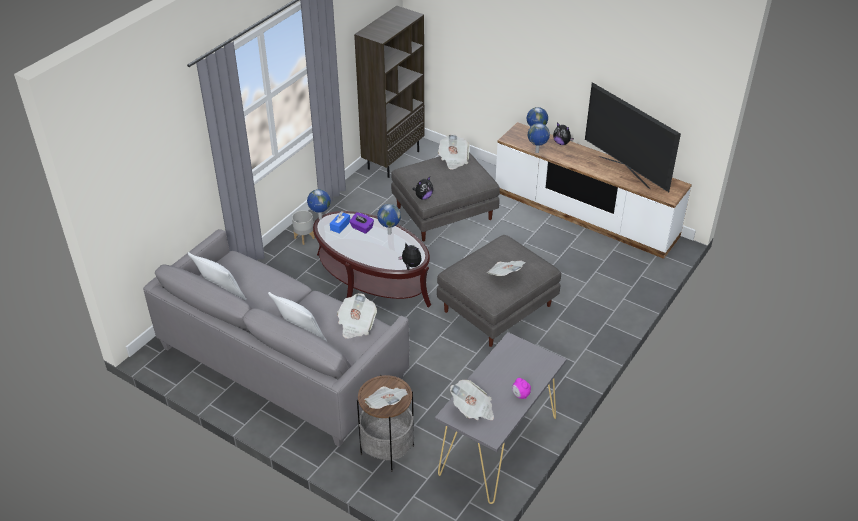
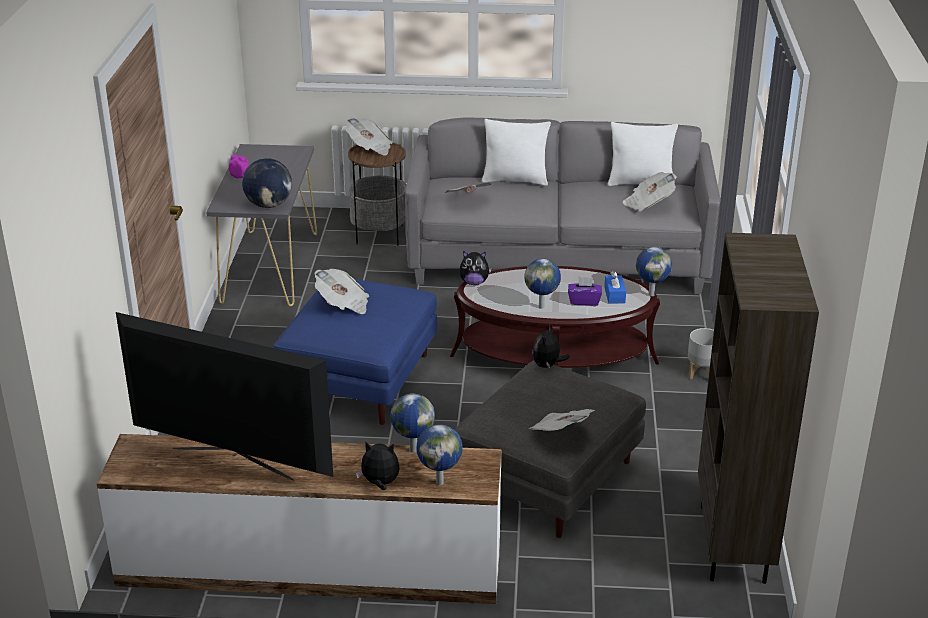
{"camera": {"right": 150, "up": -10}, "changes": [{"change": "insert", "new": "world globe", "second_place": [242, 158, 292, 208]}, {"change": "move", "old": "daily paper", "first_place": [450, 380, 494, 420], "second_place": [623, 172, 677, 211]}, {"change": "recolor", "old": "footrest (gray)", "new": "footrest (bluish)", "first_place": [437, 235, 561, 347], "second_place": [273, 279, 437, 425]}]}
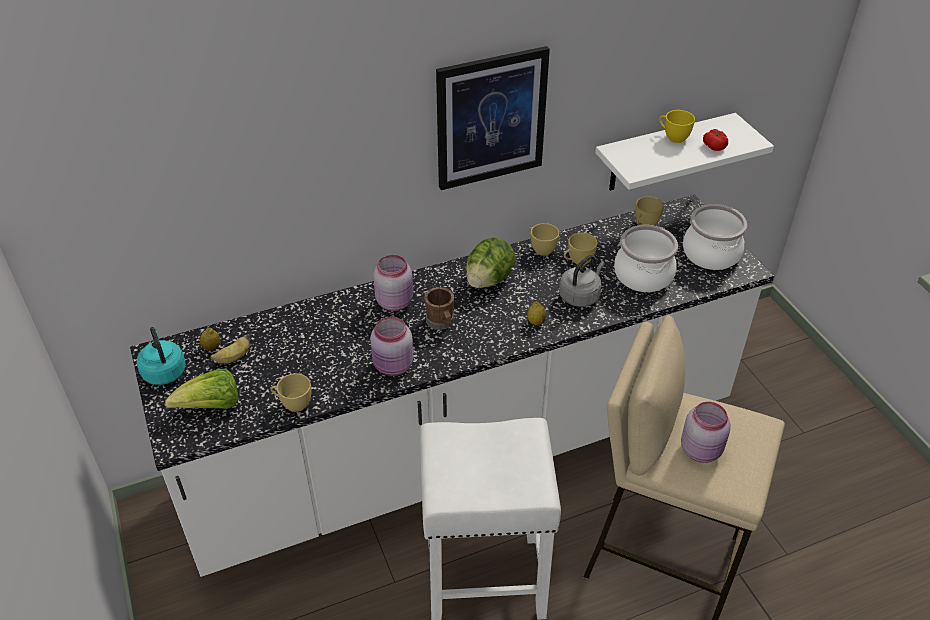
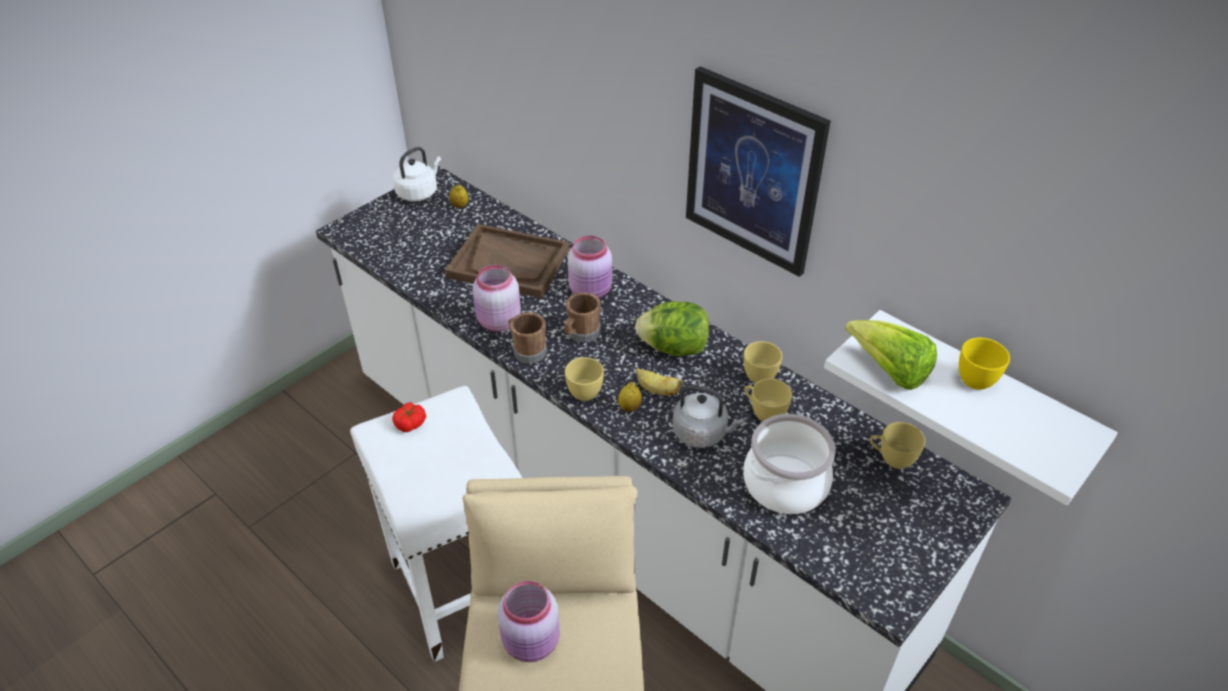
{"camera": {"right": 65, "up": 0}, "changes": [{"change": "delete", "old": "saucepot", "first_place": [683, 204, 747, 270]}, {"change": "insert", "new": "tray (brown)", "second_place": [445, 224, 569, 299]}, {"change": "insert", "new": "tea mug (brown)", "second_place": [508, 312, 547, 363]}, {"change": "move", "old": "lettuce head", "first_place": [165, 369, 238, 409], "second_place": [845, 320, 937, 390]}, {"change": "move", "old": "banana", "first_place": [210, 334, 250, 364], "second_place": [636, 368, 684, 396]}, {"change": "move", "old": "drinking cup (yellow-coloured)", "first_place": [270, 373, 311, 412], "second_place": [565, 357, 604, 401]}, {"change": "move", "old": "tomato", "first_place": [703, 129, 728, 151], "second_place": [392, 402, 426, 432]}, {"change": "recolor", "old": "kettle (turquoise)", "new": "kettle (whitish)", "first_place": [137, 327, 186, 385], "second_place": [393, 147, 441, 202]}]}
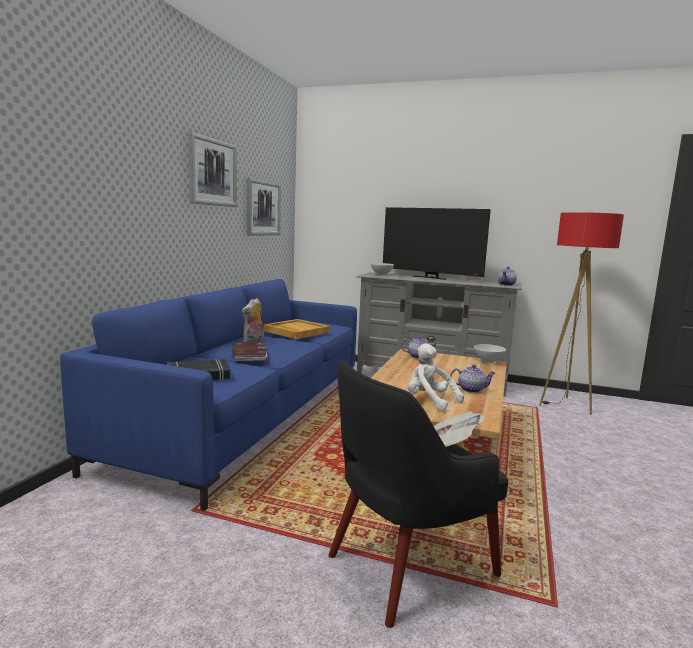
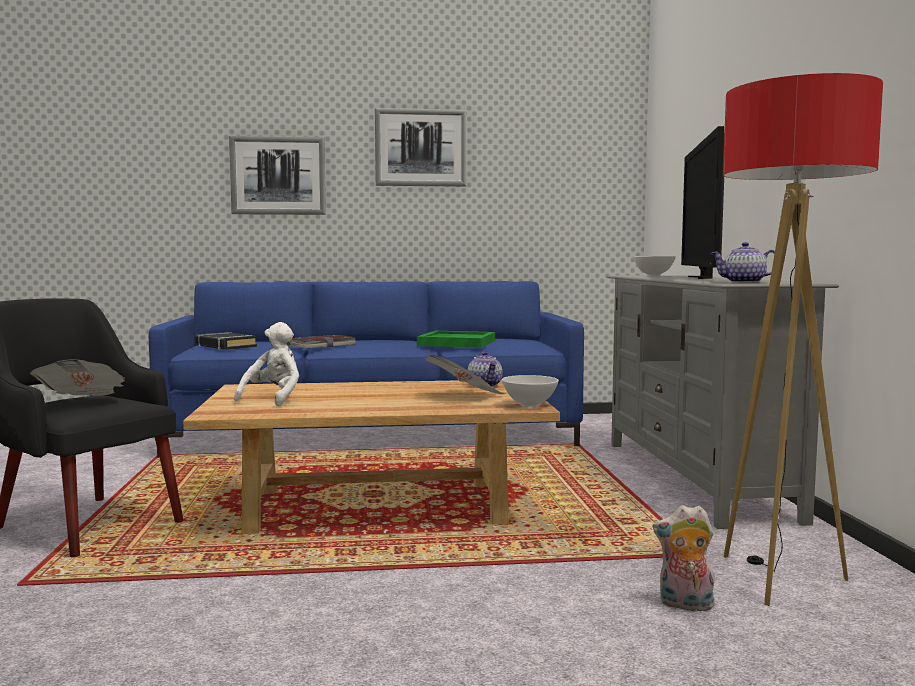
{"camera": {"right": 65, "up": -5}, "changes": [{"change": "delete", "old": "pot for tea", "first_place": [450, 364, 496, 393]}, {"change": "insert", "new": "daily paper", "second_place": [425, 354, 505, 394]}, {"change": "move", "old": "soft toy", "first_place": [242, 298, 264, 342], "second_place": [653, 505, 715, 611]}, {"change": "move", "old": "wall picture", "first_place": [247, 178, 281, 236], "second_place": [229, 136, 326, 215]}, {"change": "recolor", "old": "tray (beige-coloured)", "new": "tray (greenish)", "first_place": [264, 319, 330, 339], "second_place": [417, 331, 495, 348]}]}
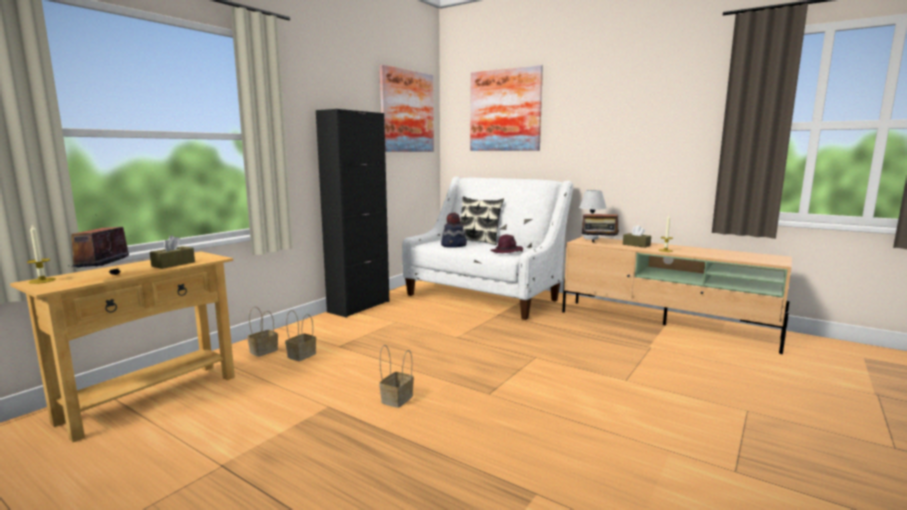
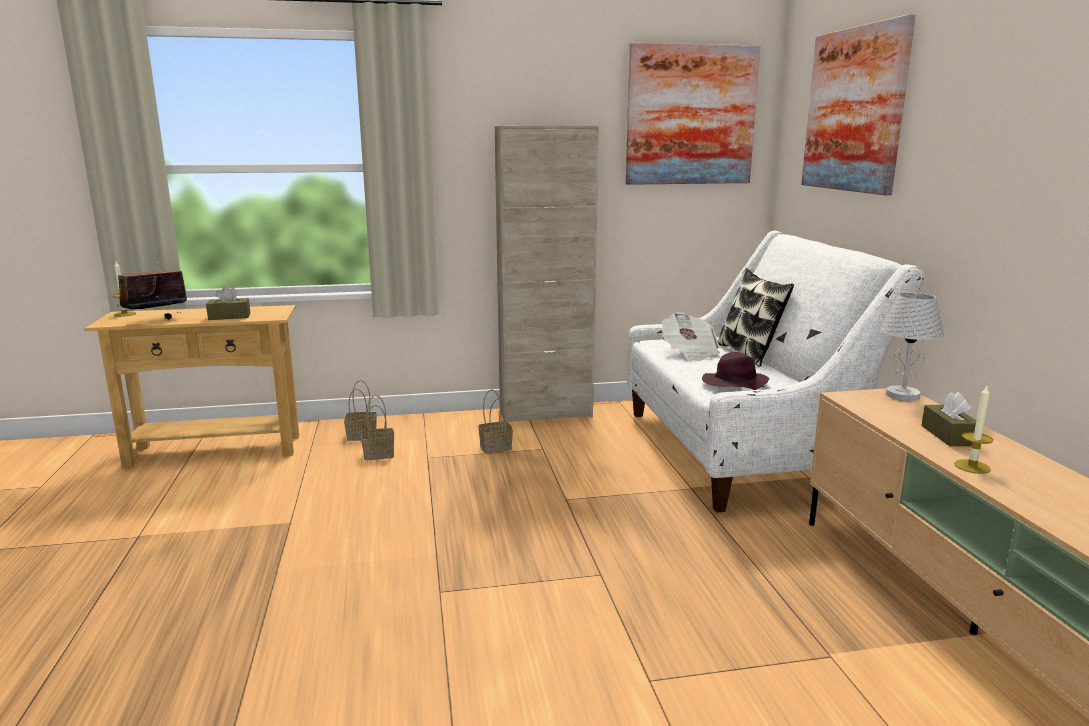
{"camera": {"right": 45, "up": 5}, "changes": [{"change": "delete", "old": "radio receiver", "first_place": [582, 206, 620, 243]}, {"change": "move", "old": "basket", "first_place": [379, 345, 414, 408], "second_place": [478, 389, 513, 453]}, {"change": "replace", "old": "wearable hat", "new": "daily paper", "first_place": [441, 213, 467, 248], "second_place": [662, 312, 720, 362]}, {"change": "recolor", "old": "storage cabinet (black-coloured)", "new": "storage cabinet (beige-coloured)", "first_place": [316, 109, 389, 318], "second_place": [495, 126, 599, 422]}]}
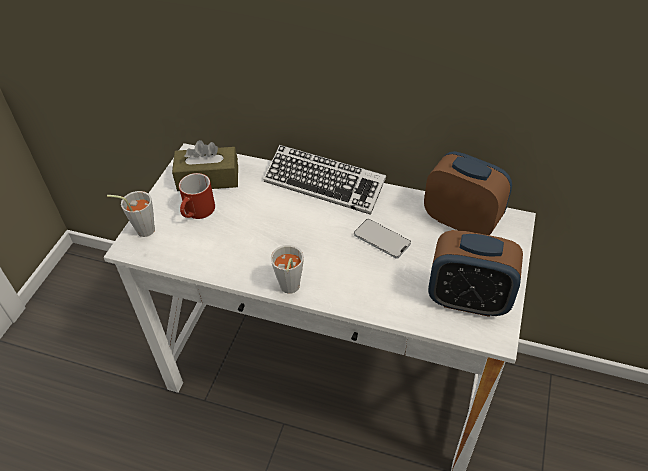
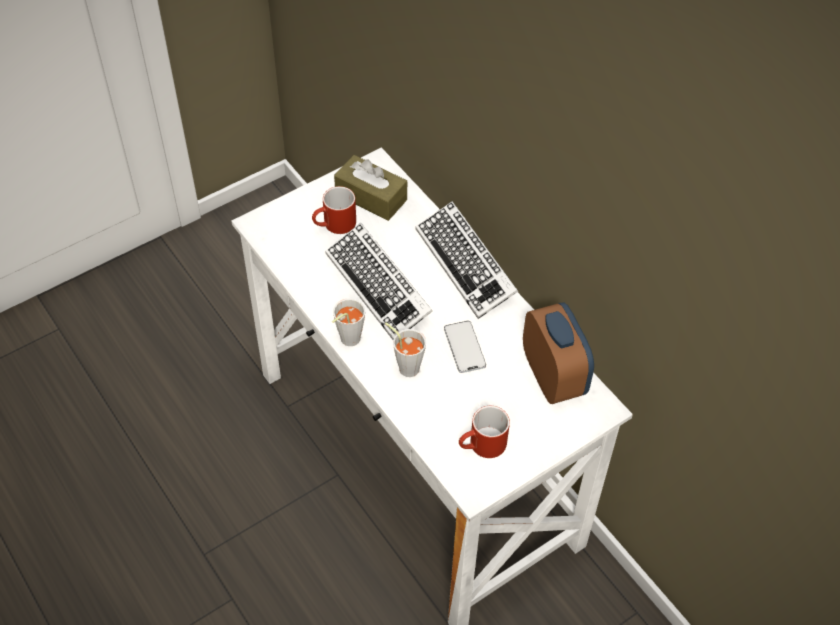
{"camera": {"right": 35, "up": 5}, "changes": [{"change": "insert", "new": "computer keyboard", "second_place": [325, 223, 432, 340]}, {"change": "move", "old": "drinking cup (gray)", "first_place": [107, 191, 155, 237], "second_place": [385, 322, 426, 377]}, {"change": "replace", "old": "bedside clock", "new": "tea mug (red-coloured)", "first_place": [428, 230, 523, 317], "second_place": [459, 406, 510, 458]}]}
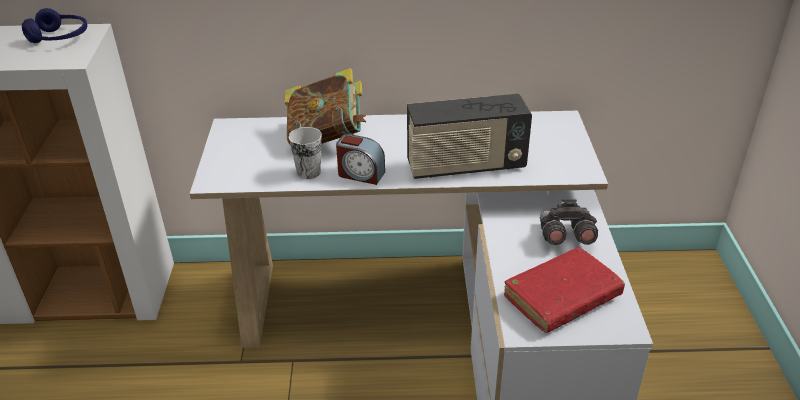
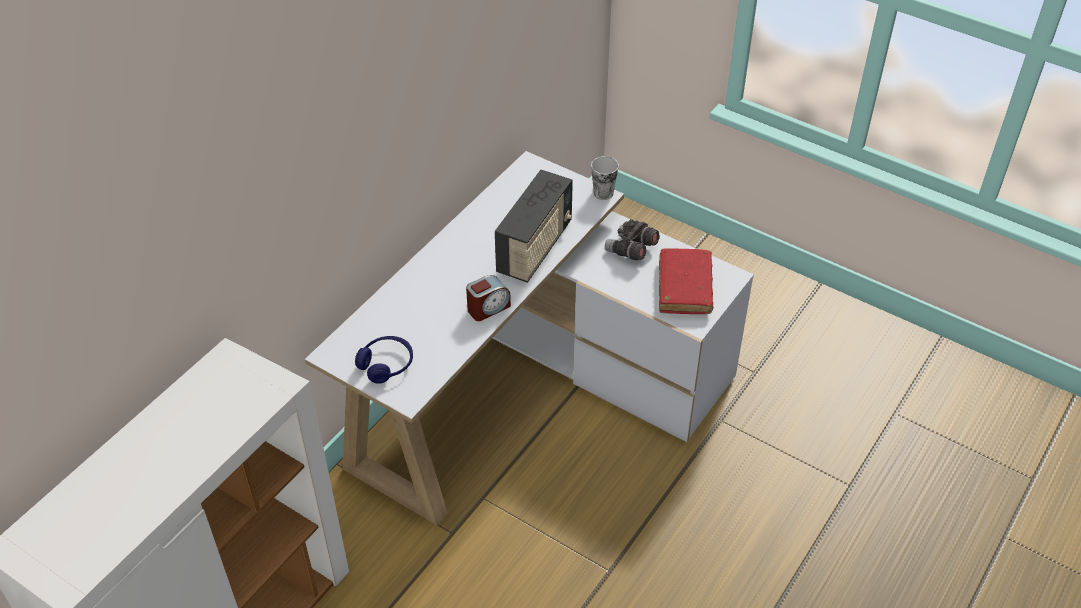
{"camera": {"right": -55, "up": 10}, "changes": [{"change": "delete", "old": "volume", "first_place": [285, 68, 366, 146]}, {"change": "move", "old": "headset (bluish)", "first_place": [22, 8, 87, 43], "second_place": [355, 336, 413, 384]}, {"change": "move", "old": "drinking cup", "first_place": [289, 127, 322, 179], "second_place": [591, 156, 619, 200]}]}
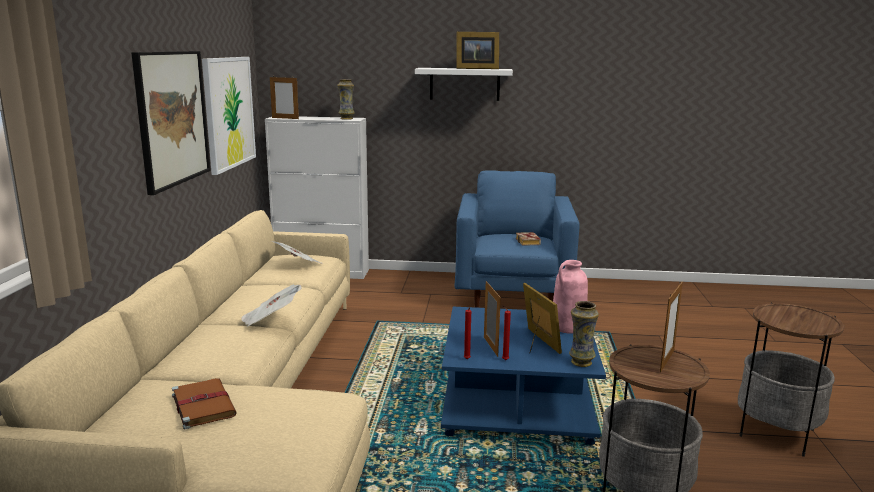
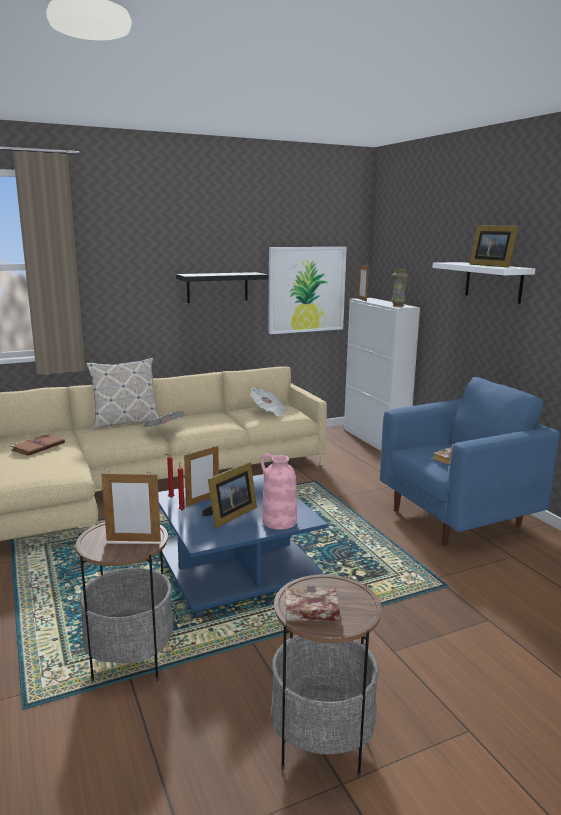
{"camera": {"right": 60, "up": 0}, "changes": [{"change": "delete", "old": "decorative vase", "first_place": [569, 301, 599, 367]}, {"change": "insert", "new": "throw pillow", "second_place": [86, 358, 159, 430]}, {"change": "insert", "new": "volume", "second_place": [285, 586, 340, 621]}, {"change": "replace", "old": "wall picture", "new": "wall shelf (black-coloured)", "first_place": [131, 51, 211, 195], "second_place": [176, 272, 269, 303]}]}
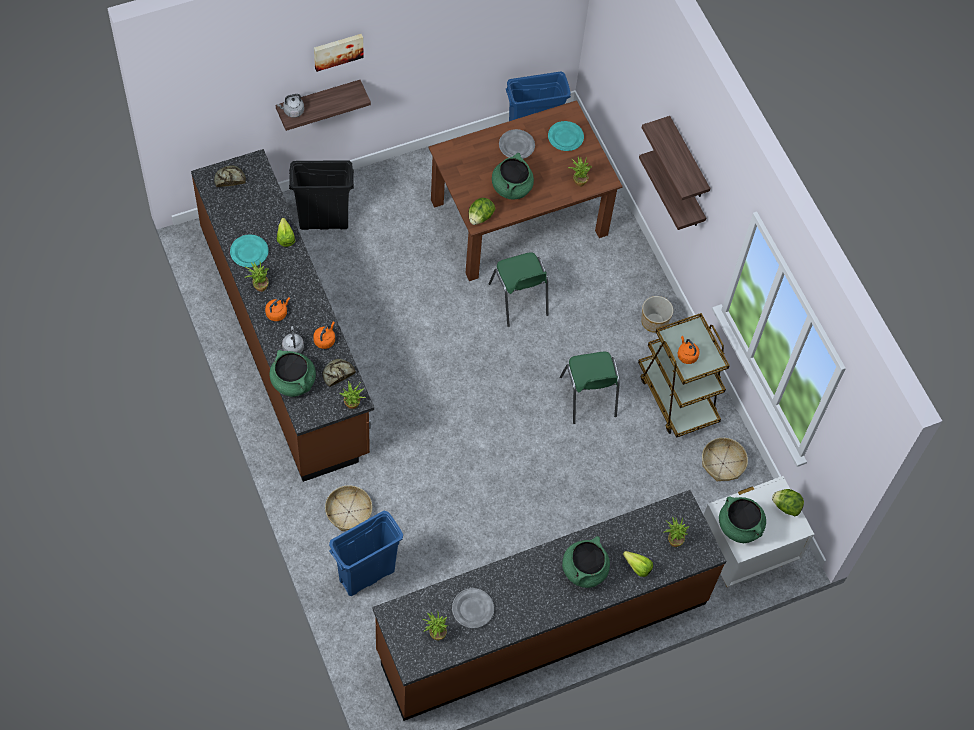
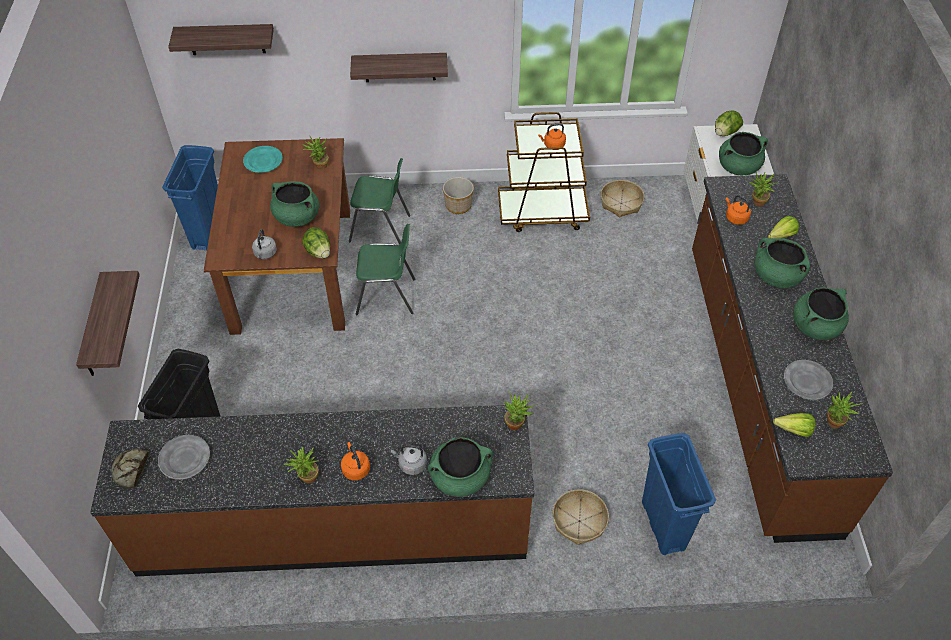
{"camera": {"right": -65, "up": -10}, "changes": [{"change": "delete", "old": "dinner plate (turquoise)", "first_place": [230, 235, 268, 267]}, {"change": "delete", "old": "wall picture", "first_place": [314, 34, 364, 72]}, {"change": "delete", "old": "baked bread", "first_place": [322, 359, 356, 387]}, {"change": "insert", "new": "saucepot (greenish)", "second_place": [793, 287, 849, 340]}, {"change": "move", "old": "kettle (gray)", "first_place": [277, 94, 304, 118], "second_place": [252, 229, 277, 259]}, {"change": "move", "old": "lettuce head", "first_place": [277, 218, 295, 247], "second_place": [773, 413, 816, 437]}, {"change": "move", "old": "kettle (orange)", "first_place": [313, 322, 335, 349], "second_place": [726, 195, 751, 225]}, {"change": "move", "old": "dinner plate (gray)", "first_place": [499, 129, 535, 159], "second_place": [158, 435, 210, 480]}, {"change": "move", "old": "chair (greenish)", "first_place": [560, 352, 620, 424], "second_place": [349, 158, 410, 245]}, {"change": "move", "old": "wall shelf", "first_place": [642, 116, 710, 201], "second_place": [168, 24, 274, 55]}]}
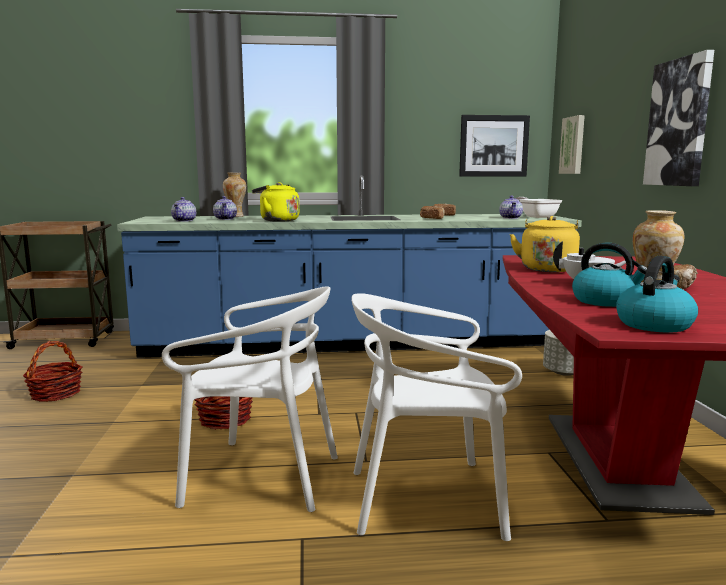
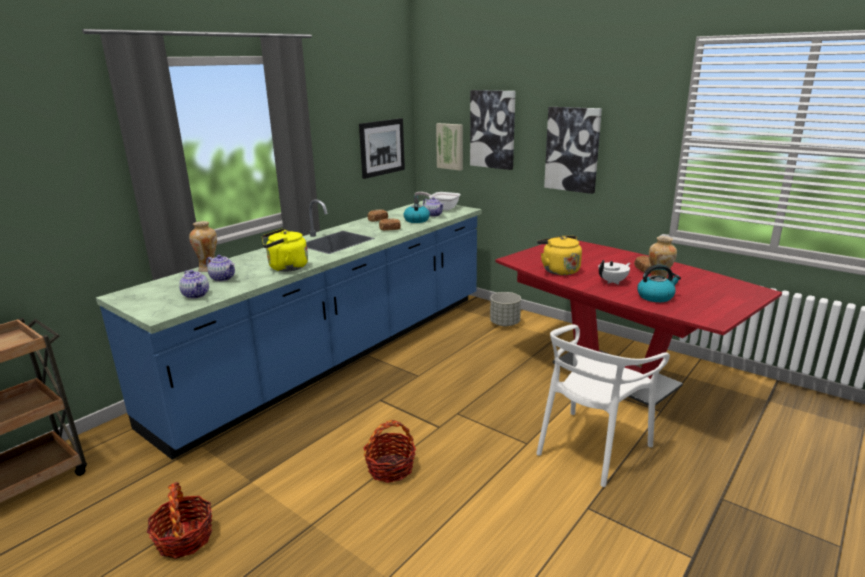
{"camera": {"right": -45, "up": 10}, "changes": [{"change": "delete", "old": "chair (whitish)", "first_place": [162, 286, 338, 512]}, {"change": "insert", "new": "wall picture", "second_place": [470, 90, 516, 170]}, {"change": "move", "old": "kettle", "first_place": [616, 256, 698, 333], "second_place": [403, 196, 430, 223]}]}
